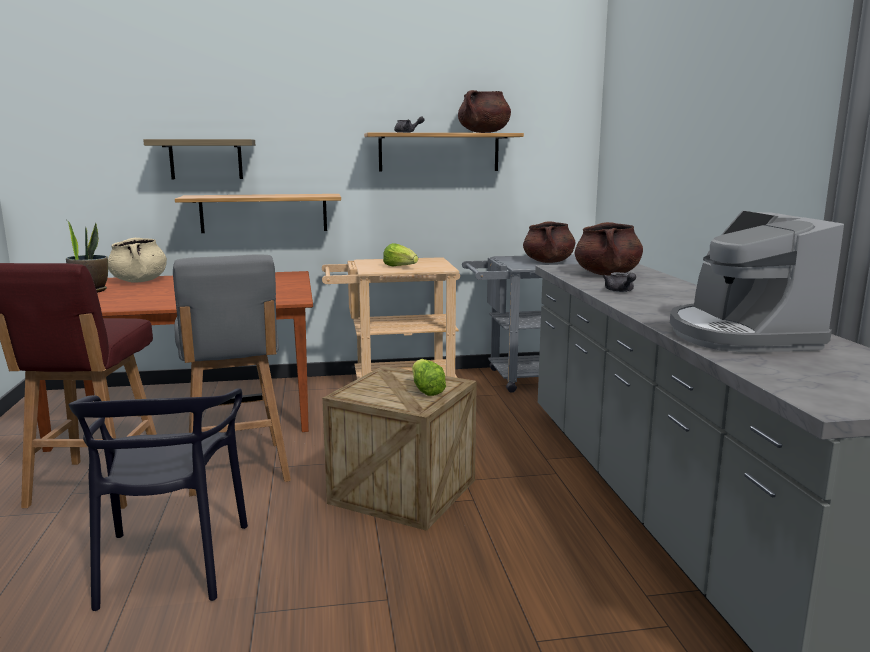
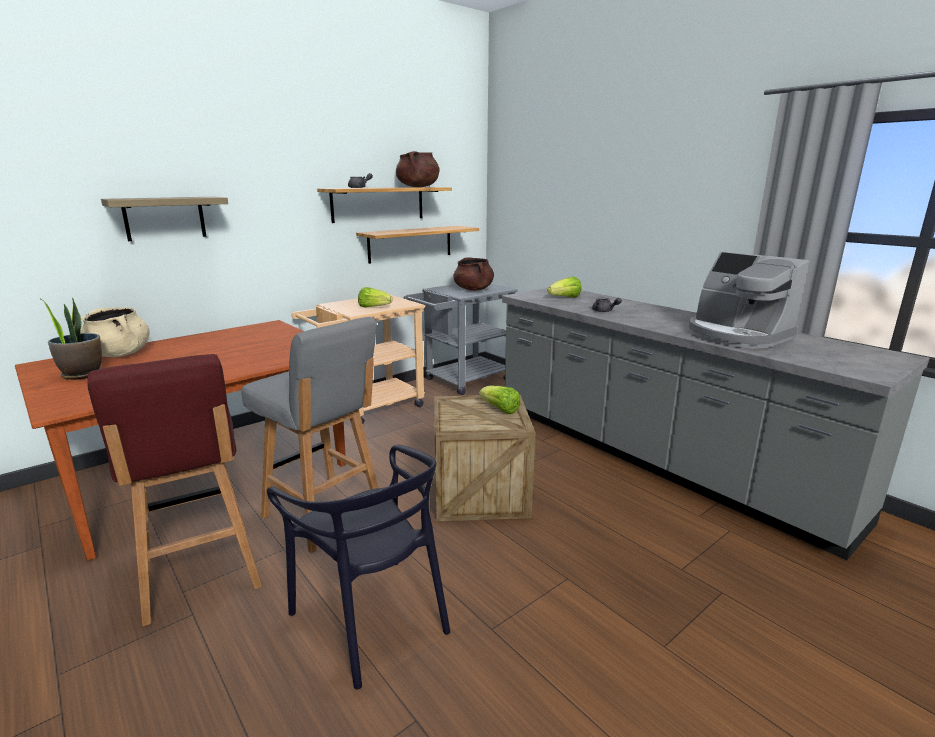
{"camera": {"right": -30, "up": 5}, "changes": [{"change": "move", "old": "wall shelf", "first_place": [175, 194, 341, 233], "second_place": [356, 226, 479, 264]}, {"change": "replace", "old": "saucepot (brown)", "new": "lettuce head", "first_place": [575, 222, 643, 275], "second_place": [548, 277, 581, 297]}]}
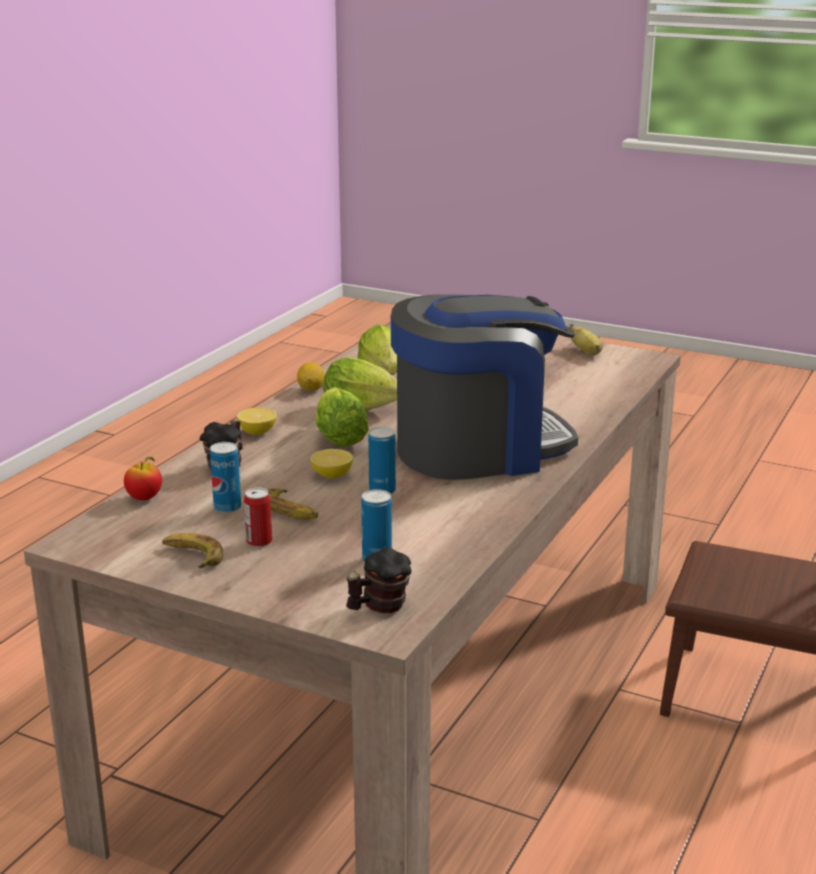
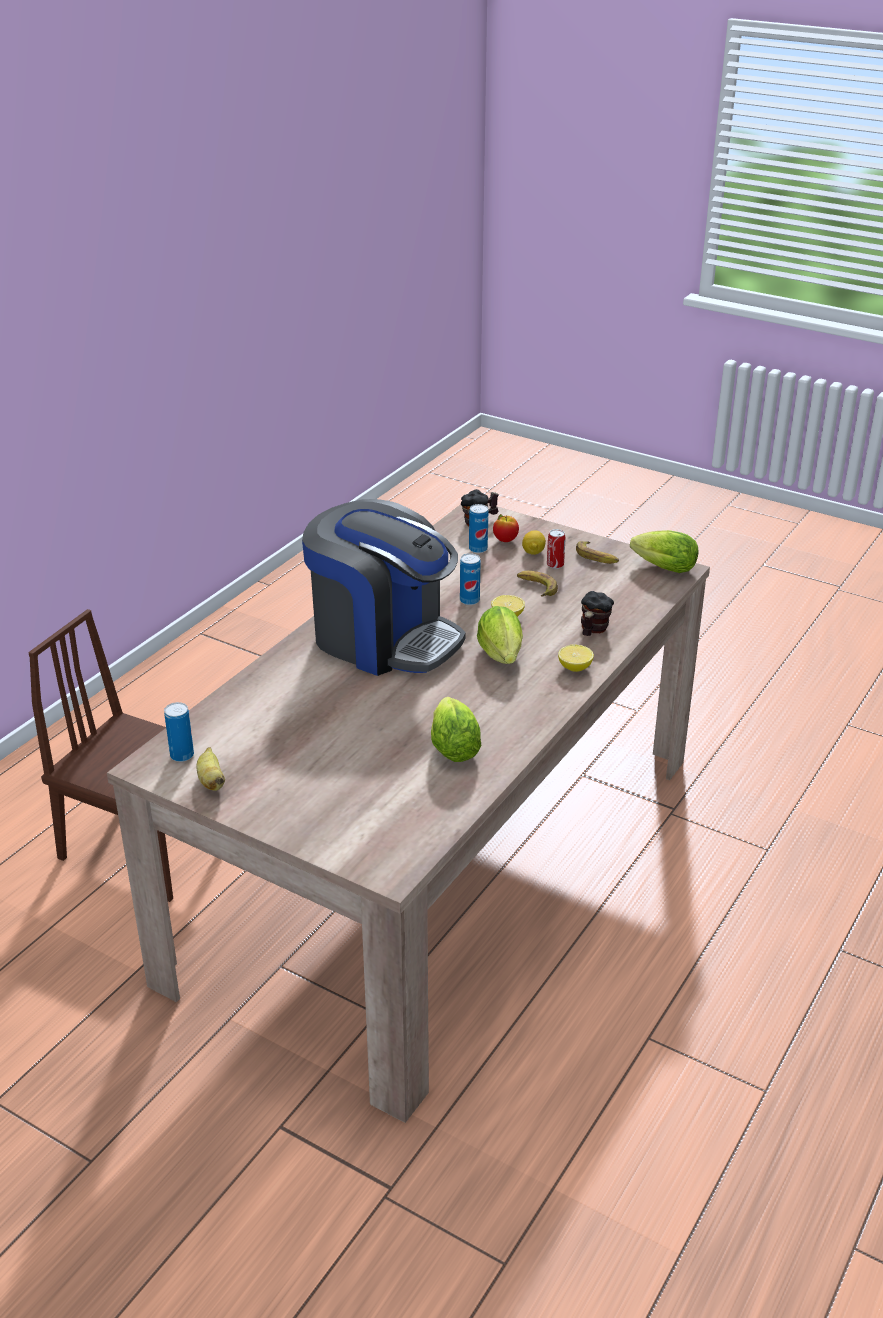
{"camera": {"right": -175, "up": 10}, "changes": [{"change": "move", "old": "apple", "first_place": [124, 456, 162, 500], "second_place": [493, 514, 519, 542]}, {"change": "move", "old": "can", "first_place": [210, 442, 241, 513], "second_place": [164, 702, 194, 762]}, {"change": "move", "old": "citrus fruit", "first_place": [297, 362, 325, 391], "second_place": [522, 530, 546, 555]}, {"change": "move", "old": "lettuce head", "first_place": [324, 358, 397, 410], "second_place": [630, 530, 699, 573]}, {"change": "rotate", "old": "coffee maker", "first_place": [391, 294, 578, 480], "second_place": [302, 499, 466, 676], "degrees": -135}]}
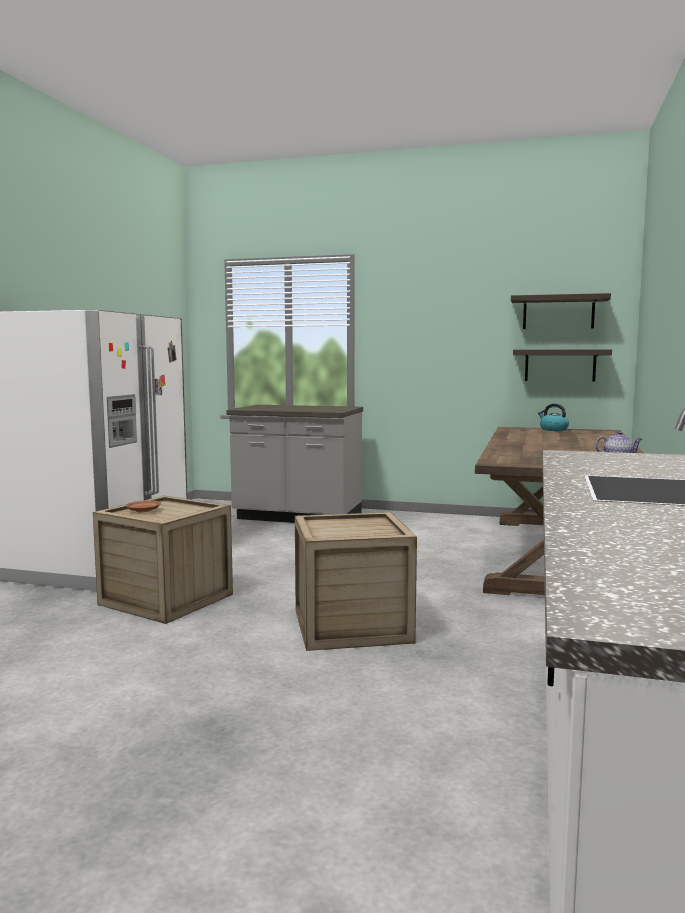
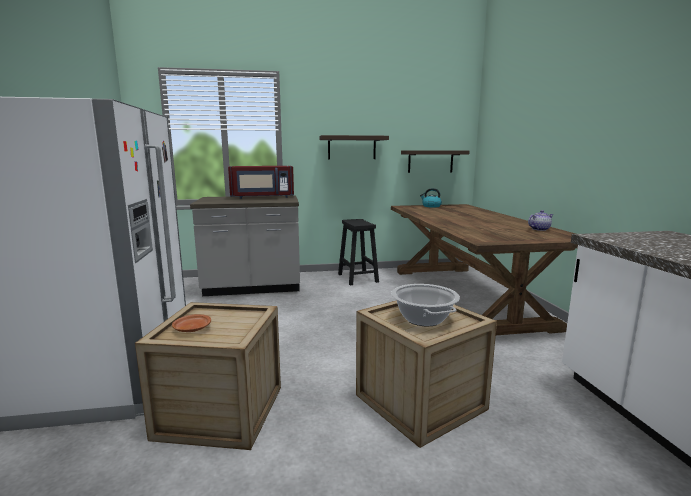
{"camera": {"right": -25, "up": 5}, "changes": [{"change": "insert", "new": "microwave (red-coloured)", "second_place": [228, 166, 294, 199]}, {"change": "insert", "new": "sitting stool (black-coloured)", "second_place": [338, 219, 379, 285]}, {"change": "insert", "new": "saucepot", "second_place": [391, 284, 460, 326]}, {"change": "move", "old": "wall shelf", "first_place": [511, 293, 611, 329], "second_place": [320, 135, 389, 159]}]}
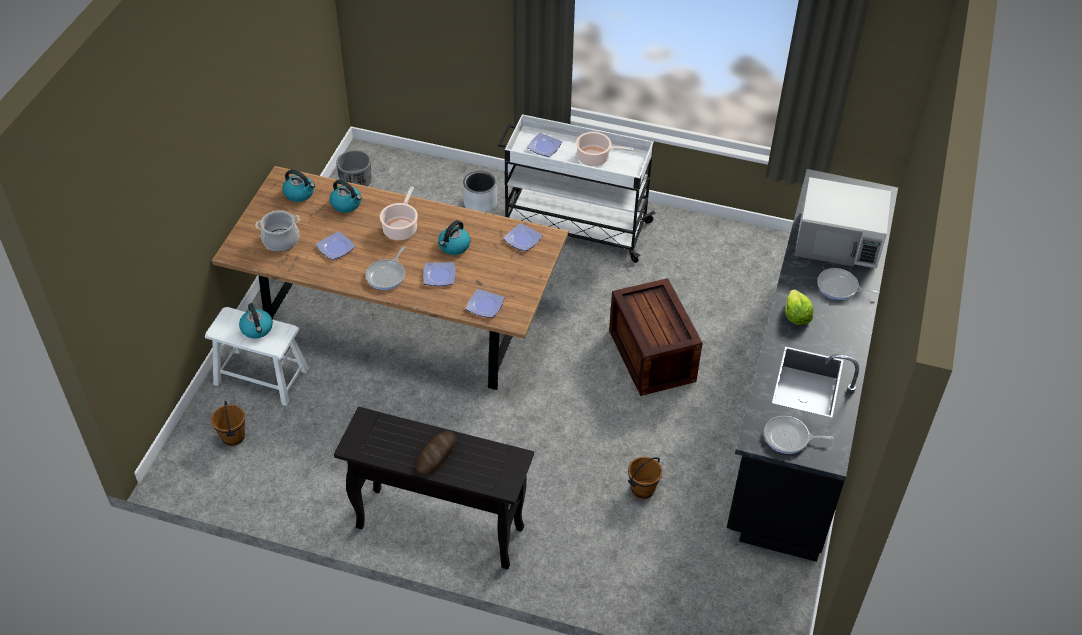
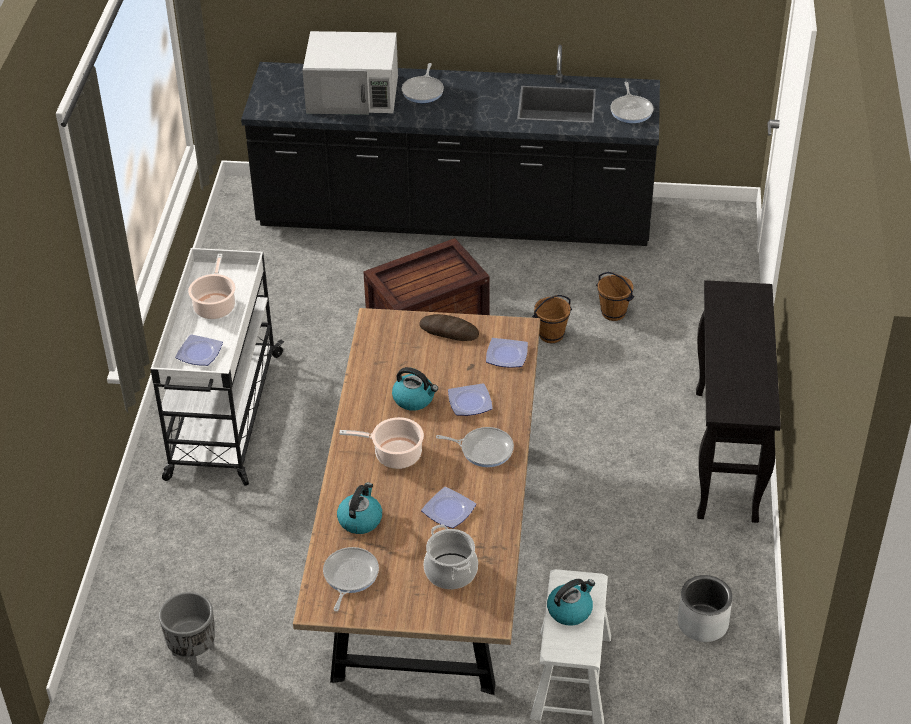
{"camera": {"right": -100, "up": -5}, "changes": [{"change": "delete", "old": "dinner plate", "first_place": [503, 223, 543, 251]}, {"change": "delete", "old": "lettuce head", "first_place": [785, 289, 814, 325]}, {"change": "move", "old": "pail (brown)", "first_place": [211, 401, 245, 446], "second_place": [532, 295, 572, 343]}, {"change": "move", "old": "baked bread", "first_place": [416, 431, 456, 475], "second_place": [419, 314, 479, 341]}, {"change": "move", "old": "plant pot (gray)", "first_place": [463, 171, 497, 213], "second_place": [677, 575, 733, 642]}, {"change": "replace", "old": "kettle", "new": "pan", "first_place": [282, 170, 315, 202], "second_place": [323, 547, 379, 611]}, {"change": "rotate", "old": "microwave (whitish)", "first_place": [794, 177, 891, 268], "second_place": [302, 31, 398, 115], "degrees": 90}]}
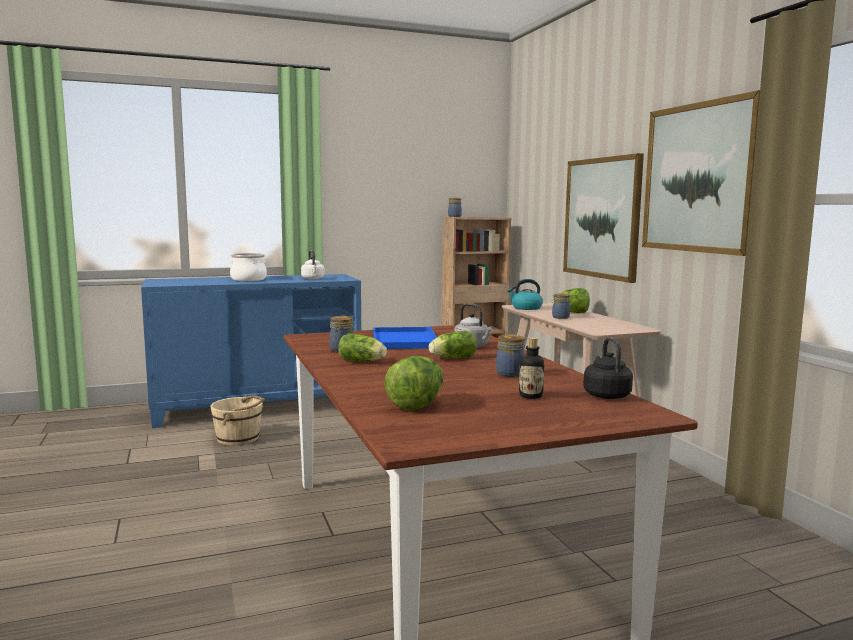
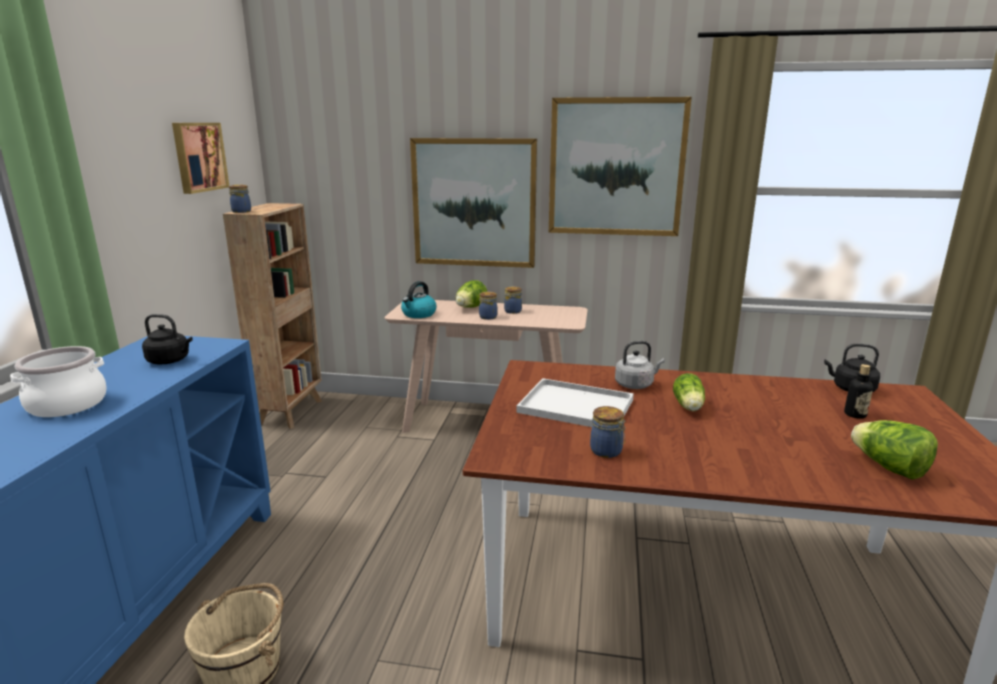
{"camera": {"right": -60, "up": 10}, "changes": [{"change": "delete", "old": "lettuce head", "first_place": [338, 333, 387, 361]}, {"change": "insert", "new": "wall picture", "second_place": [172, 123, 229, 194]}, {"change": "move", "old": "jar", "first_place": [496, 335, 525, 377], "second_place": [504, 286, 522, 314]}, {"change": "recolor", "old": "kettle (whitish)", "new": "kettle (black-coloured)", "first_place": [301, 250, 325, 279], "second_place": [142, 314, 193, 364]}, {"change": "recolor", "old": "tray (bluish)", "new": "tray (whitish)", "first_place": [373, 327, 437, 349], "second_place": [516, 378, 634, 427]}]}
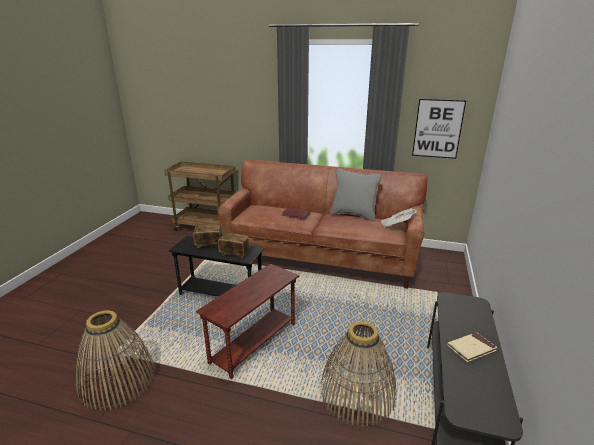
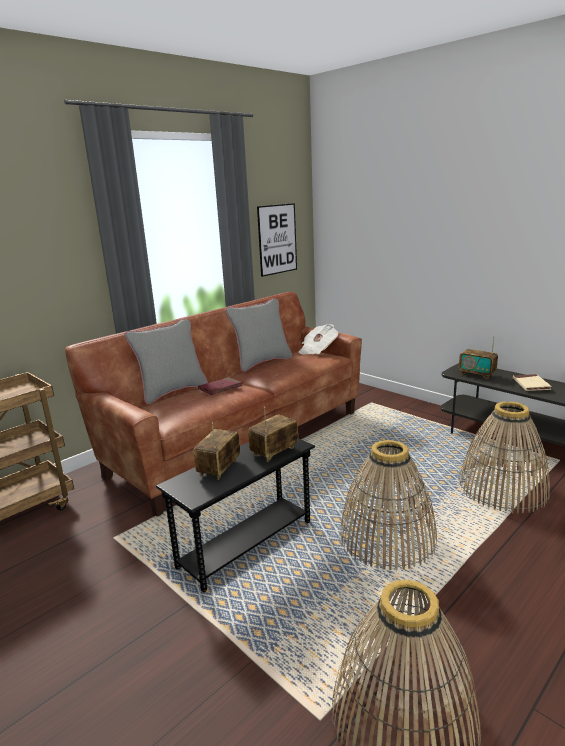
{"camera": {"right": -60, "up": -5}, "changes": [{"change": "insert", "new": "throw pillow (gray)", "second_place": [124, 318, 208, 404]}, {"change": "insert", "new": "radio receiver", "second_place": [459, 336, 498, 379]}, {"change": "replace", "old": "end table (brown)", "new": "basket", "first_place": [196, 264, 299, 379], "second_place": [340, 440, 437, 570]}]}
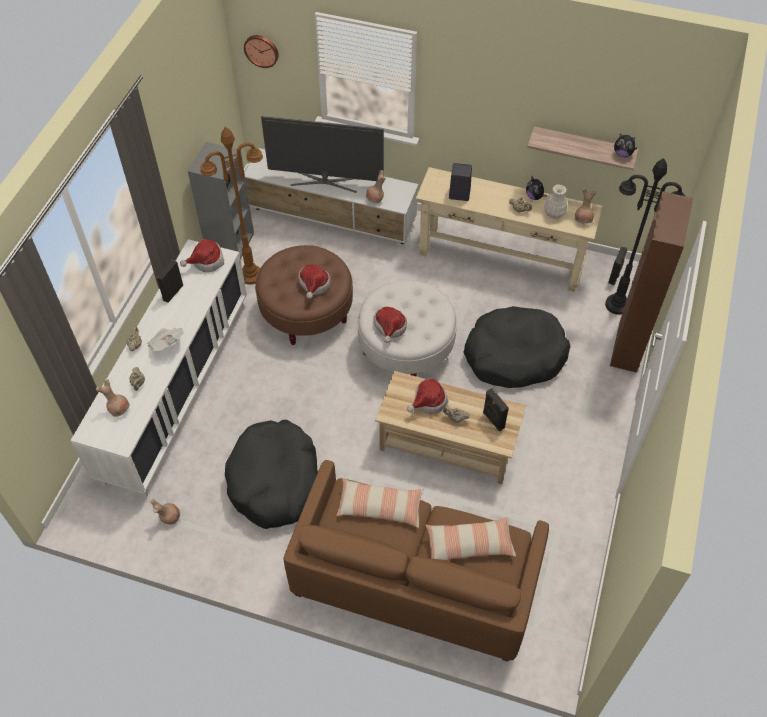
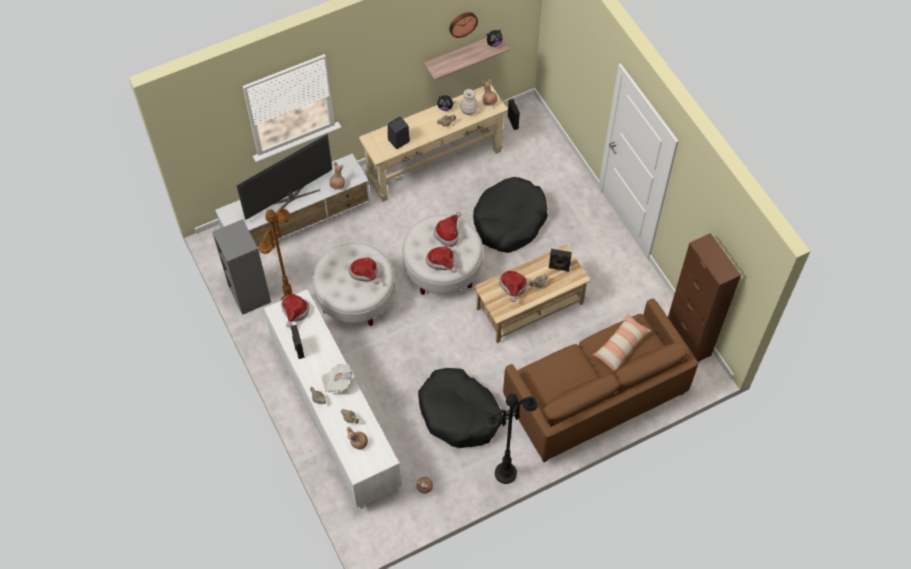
{"camera": {"right": -45, "up": 5}, "changes": [{"change": "delete", "old": "throw pillow", "first_place": [336, 478, 424, 528]}, {"change": "insert", "new": "wearable hat", "second_place": [434, 212, 461, 247]}, {"change": "move", "old": "clock on the wall", "first_place": [244, 35, 279, 68], "second_place": [449, 12, 478, 38]}, {"change": "move", "old": "standard lamp (black-coloured)", "first_place": [605, 158, 685, 315], "second_place": [484, 394, 538, 484]}, {"change": "move", "old": "storage cabinet (brown)", "first_place": [610, 191, 693, 373], "second_place": [668, 233, 741, 362]}, {"change": "recolor", "old": "footrest (brown)", "new": "footrest (whitish)", "first_place": [255, 245, 353, 345], "second_place": [312, 243, 395, 326]}]}
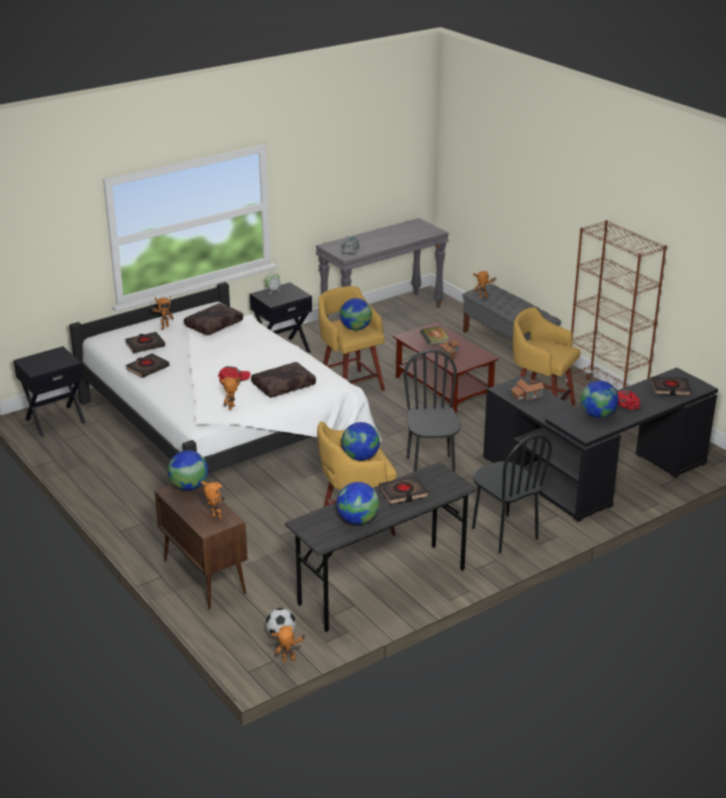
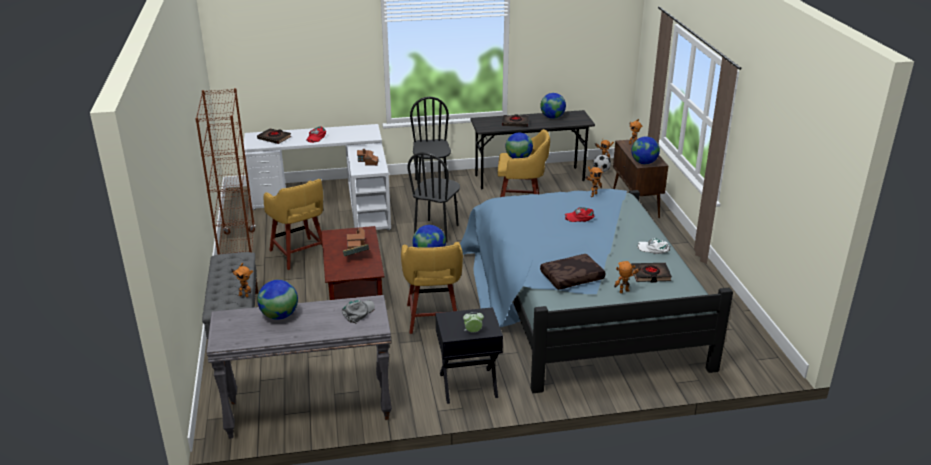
{"camera": {"right": -155, "up": 0}, "changes": [{"change": "delete", "old": "bedside table (black-coloured)", "first_place": [13, 346, 86, 437]}, {"change": "delete", "old": "throw pillow (brown)", "first_place": [251, 362, 316, 398]}, {"change": "move", "old": "world globe", "first_place": [581, 381, 618, 418], "second_place": [257, 280, 298, 320]}, {"change": "replace", "old": "volume (black-coloured)", "new": "cap (whitish)", "first_place": [126, 353, 170, 378], "second_place": [637, 238, 670, 254]}, {"change": "recolor", "old": "bedroom bed (whitish)", "new": "bedroom bed (bluish)", "first_place": [69, 282, 382, 474], "second_place": [460, 189, 733, 393]}, {"change": "recolor", "old": "desk unit (black-coloured)", "new": "desk unit (whitish)", "first_place": [483, 368, 718, 522], "second_place": [244, 124, 391, 230]}]}
